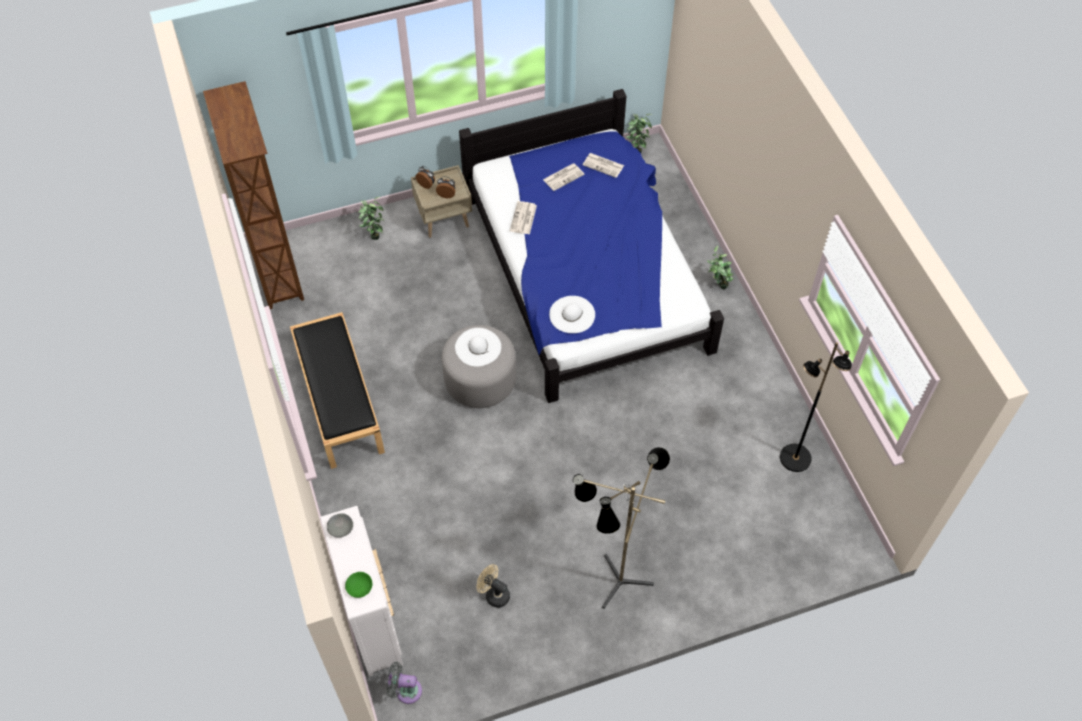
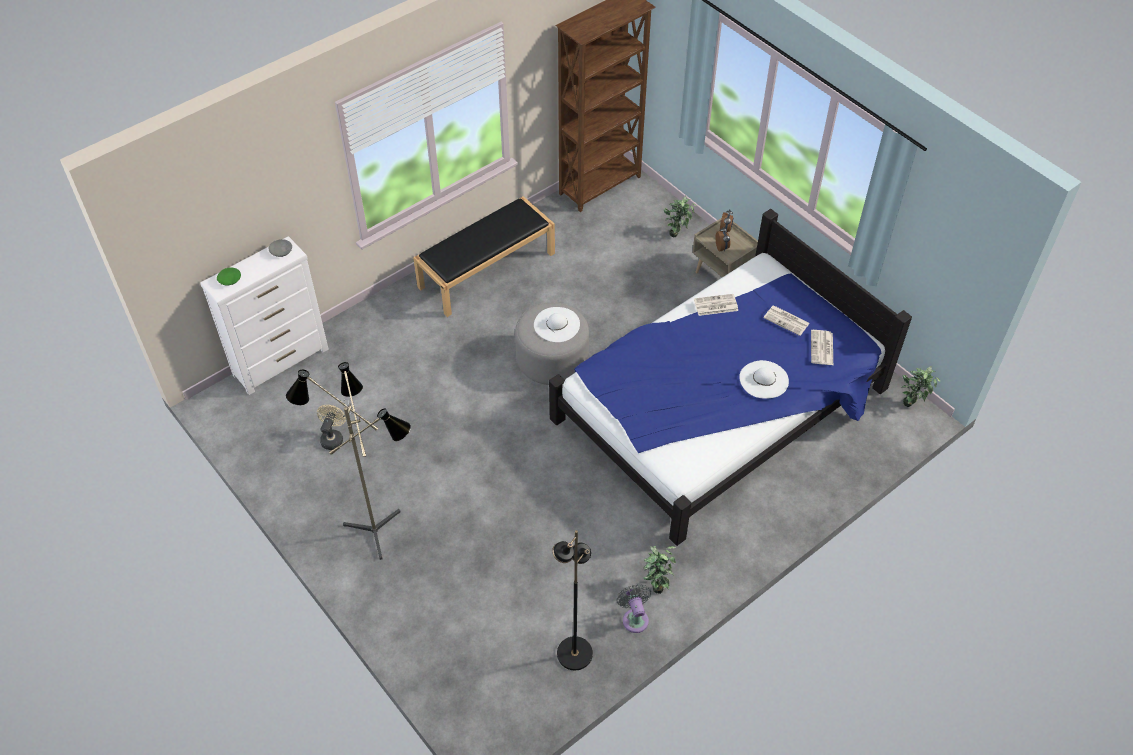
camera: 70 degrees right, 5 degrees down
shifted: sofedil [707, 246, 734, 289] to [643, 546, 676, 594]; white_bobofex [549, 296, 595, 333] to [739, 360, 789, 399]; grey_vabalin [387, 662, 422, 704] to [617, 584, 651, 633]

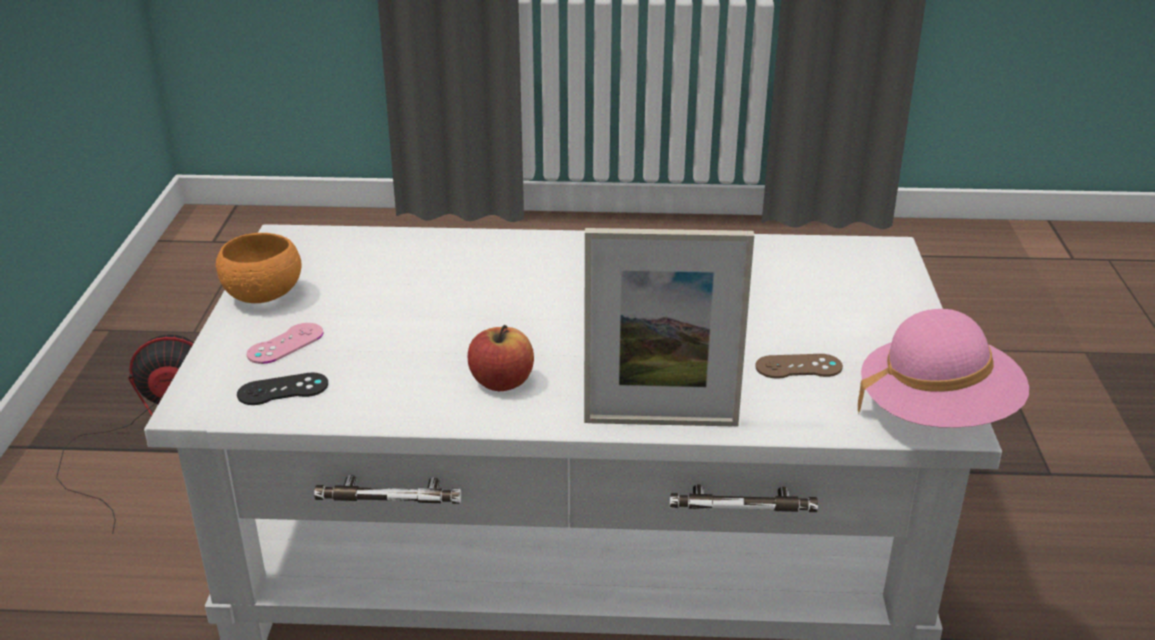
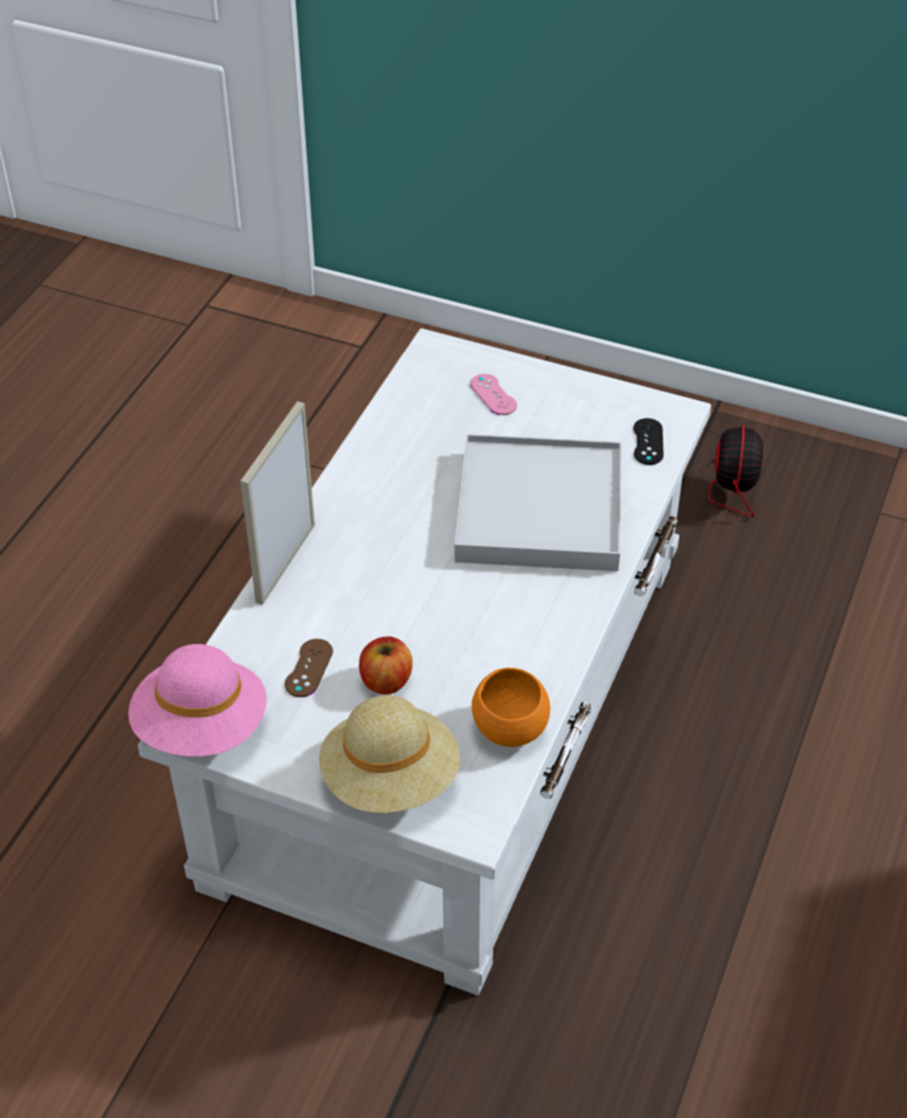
camera: 110 degrees right, 15 degrees up
new: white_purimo [455, 434, 622, 571]; beige_bobofex [319, 695, 460, 813]
shifted: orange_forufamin [216, 233, 301, 303] to [472, 668, 550, 747]; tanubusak [468, 325, 534, 391] to [359, 636, 413, 695]; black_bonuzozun [237, 372, 328, 405] to [633, 418, 664, 465]

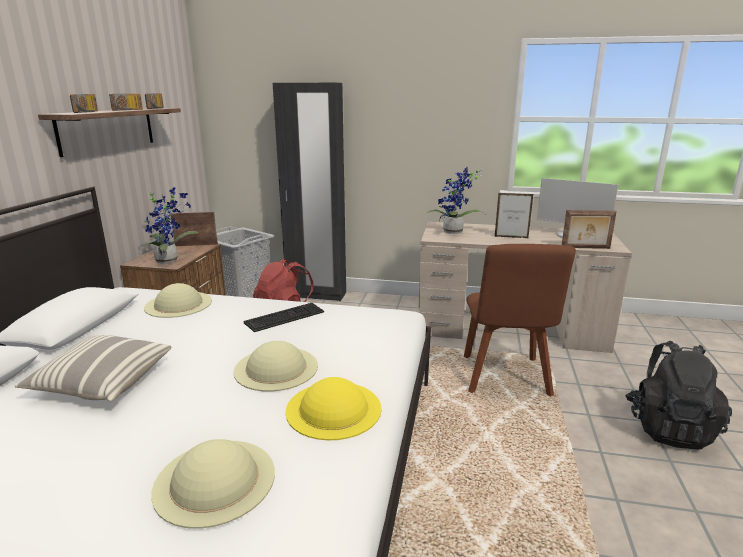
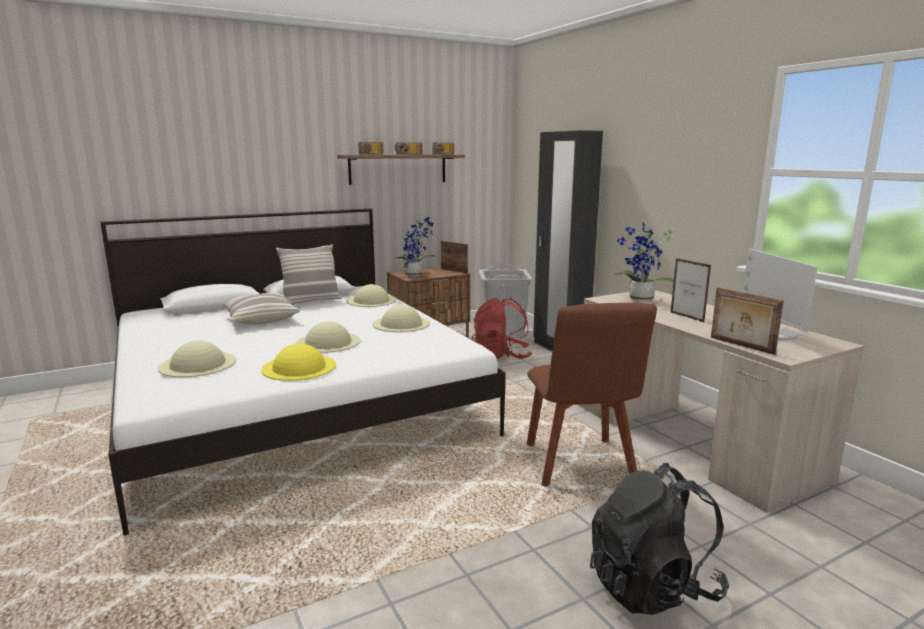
camera: 50 degrees right, 5 degrees down
new: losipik [276, 244, 342, 305]
swapped: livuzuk [243, 303, 324, 332] to beige_bobofex [372, 305, 430, 332]
rotated: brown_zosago [464, 244, 576, 397] = [527, 303, 657, 487] 60 degrees counterclockwise

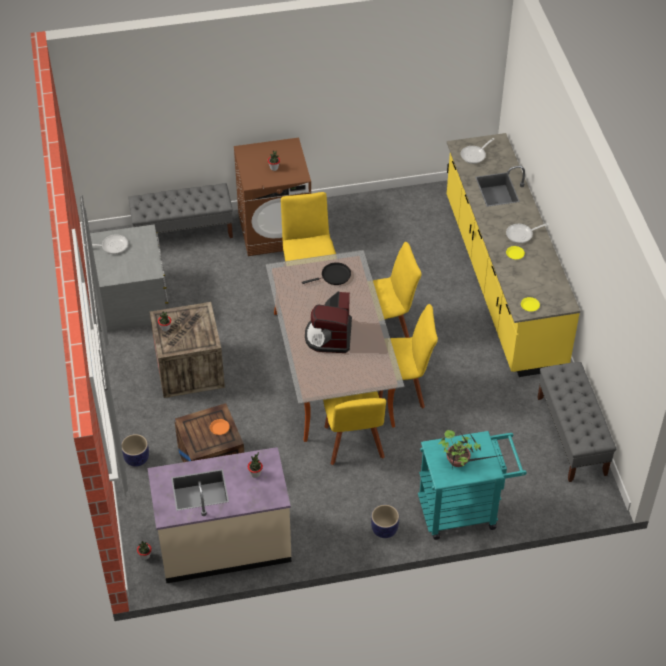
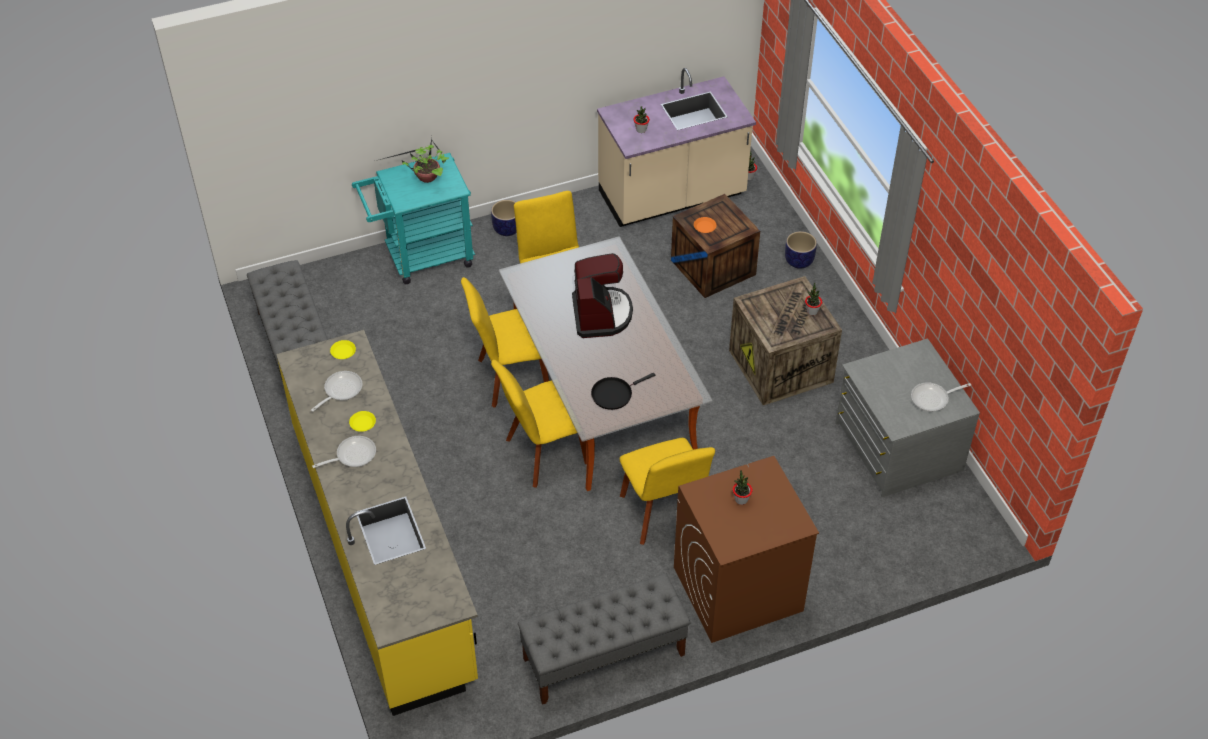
camera: 170 degrees right, 0 degrees up
shifted: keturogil [460, 138, 494, 164] to [311, 371, 363, 412]; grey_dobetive [128, 183, 233, 238] to [518, 573, 690, 705]

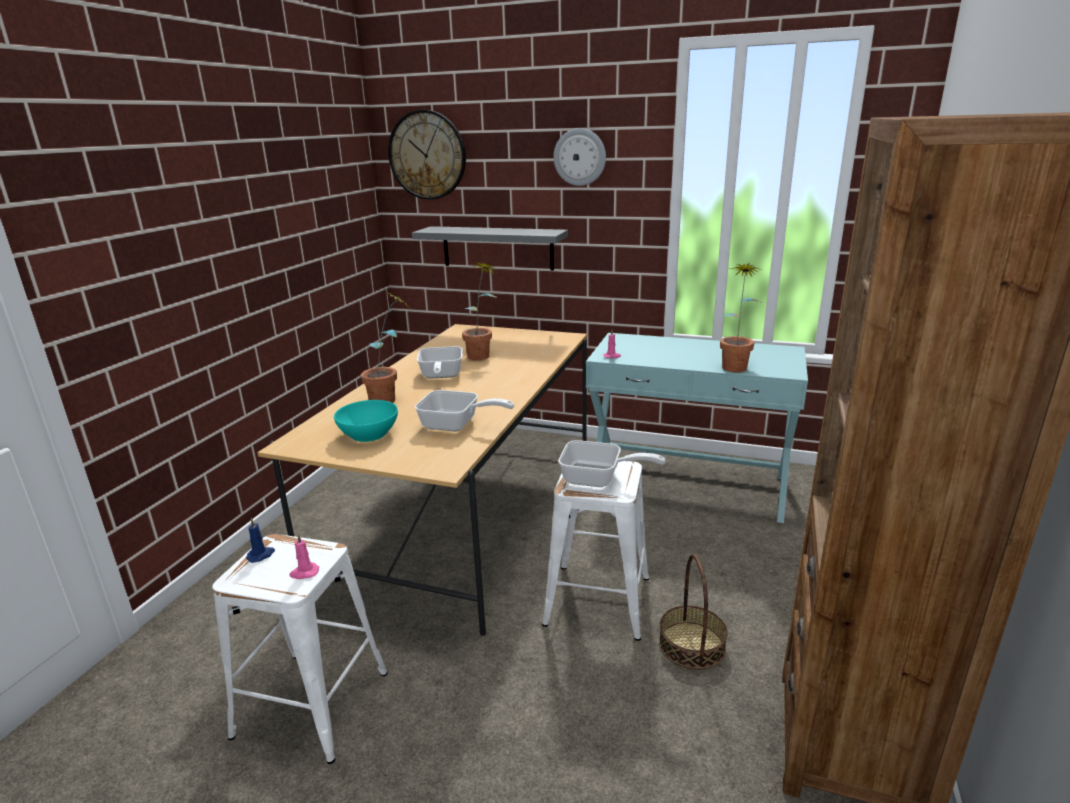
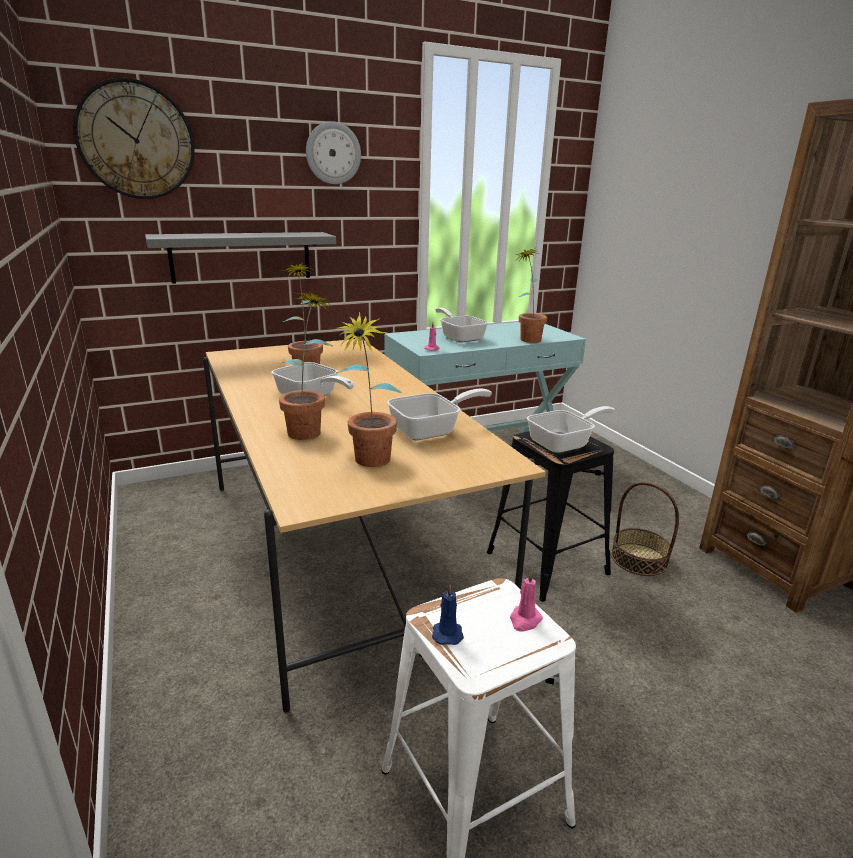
camera: 45 degrees left, 0 degrees up
new: keturogil [435, 308, 488, 343]
swapped: turquoise_forufamin [334, 400, 398, 442] to sofedil [336, 312, 402, 467]
repainted: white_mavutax [542, 461, 649, 641] to black_mavutax [487, 431, 614, 602]

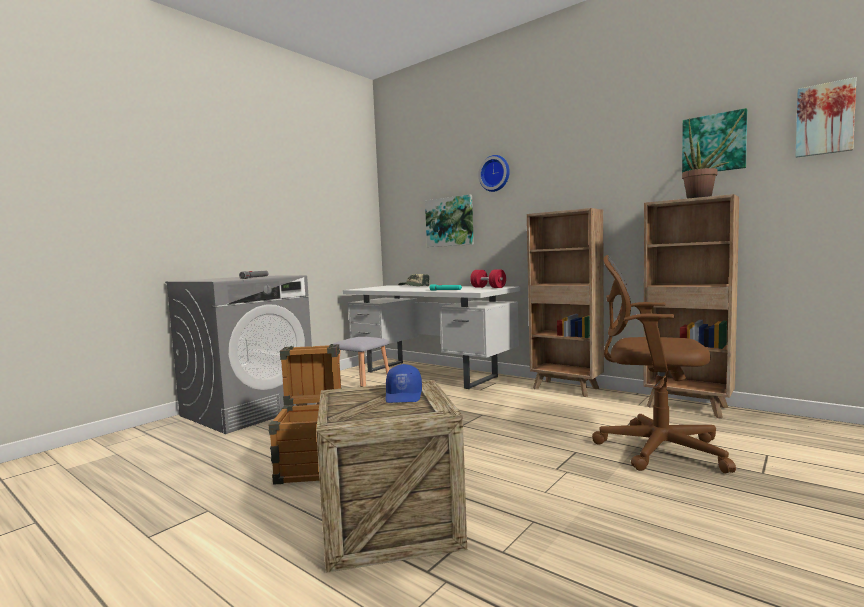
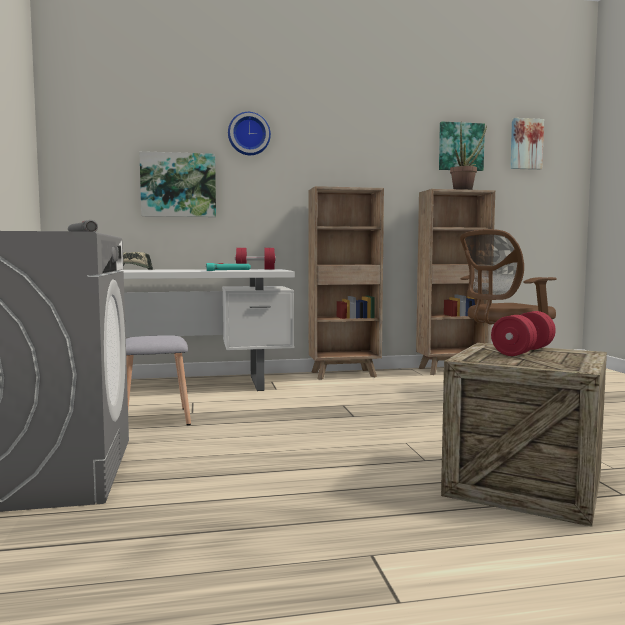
camera: 50 degrees left, 0 degrees up
gone: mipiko [269, 344, 342, 485]
swapped: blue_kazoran [385, 364, 422, 403] to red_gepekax [491, 311, 556, 356]

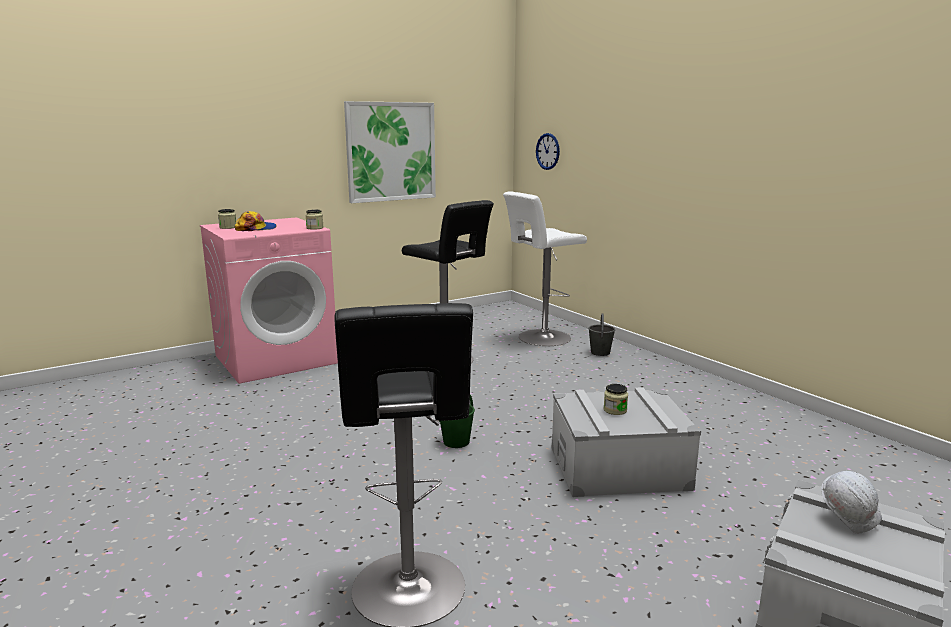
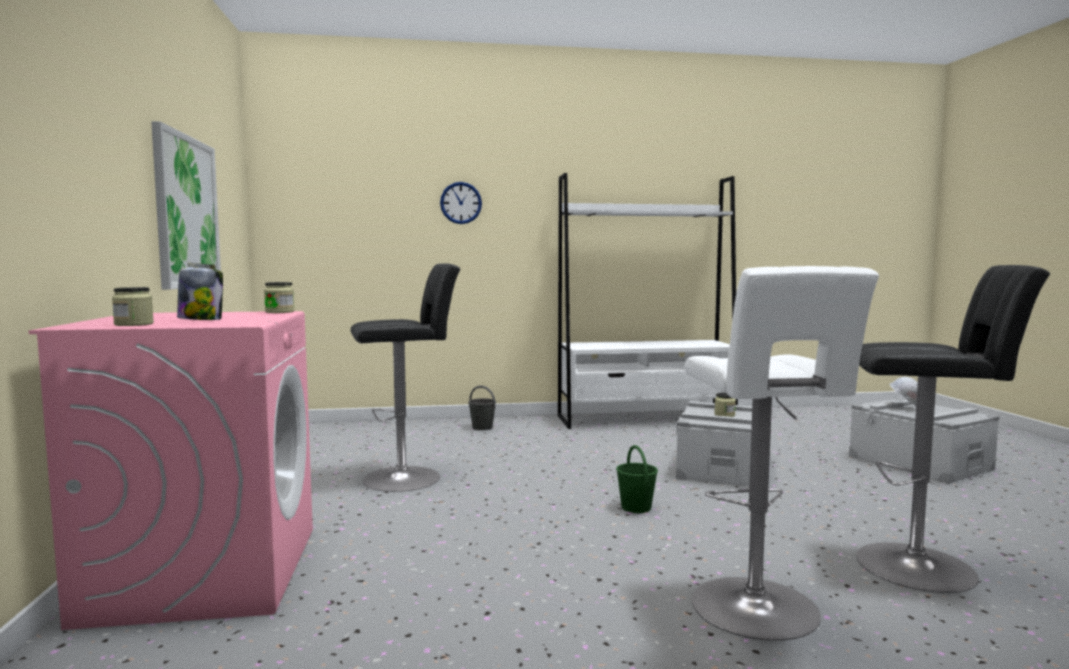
camera: 65 degrees left, 10 degrees down
new: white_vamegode [558, 173, 738, 429]
shifted: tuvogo [536, 133, 560, 170] to [440, 182, 482, 224]; white_mavutax [503, 191, 587, 346] to [685, 266, 879, 641]
swapped: kazoran [235, 211, 277, 231] to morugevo [177, 263, 223, 320]

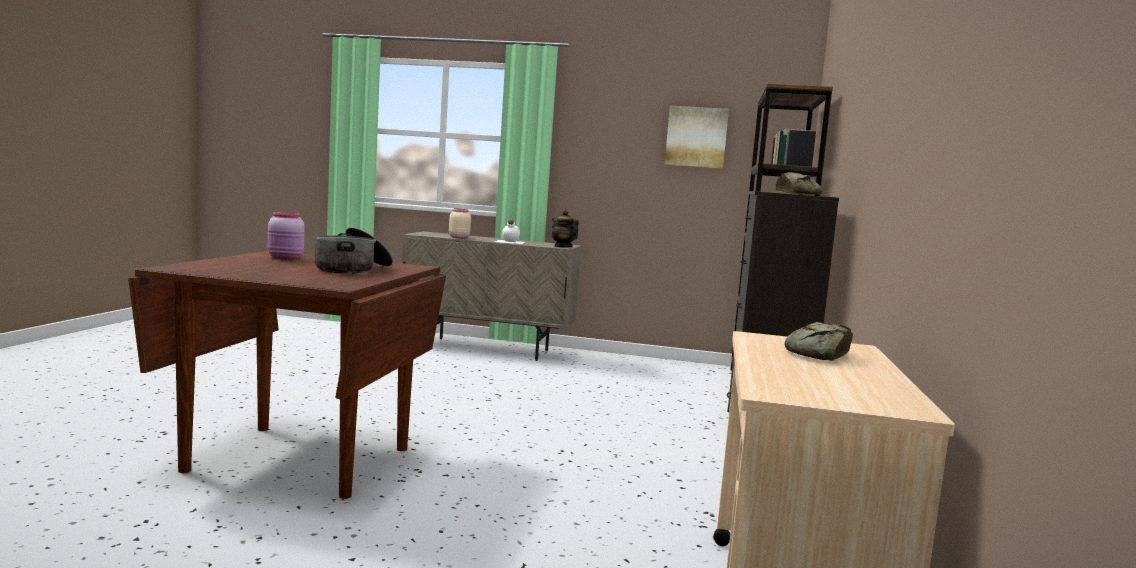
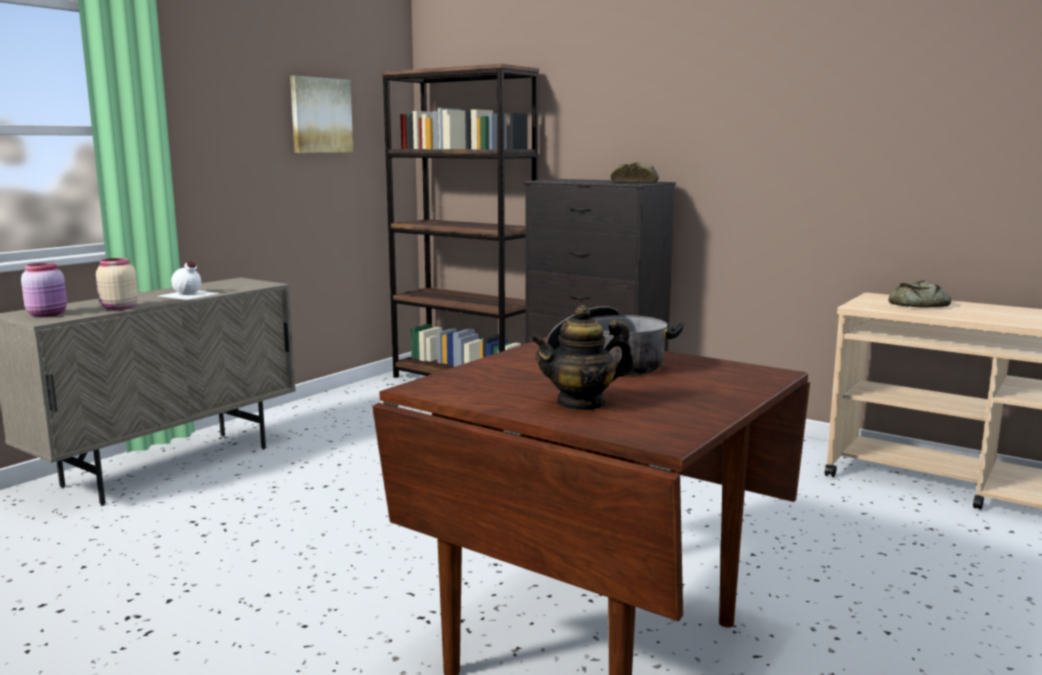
camera: 65 degrees left, 5 degrees up
shifted: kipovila [552, 210, 579, 248] to [530, 305, 634, 411]; pink_morugevo [268, 211, 304, 260] to [21, 263, 67, 317]

